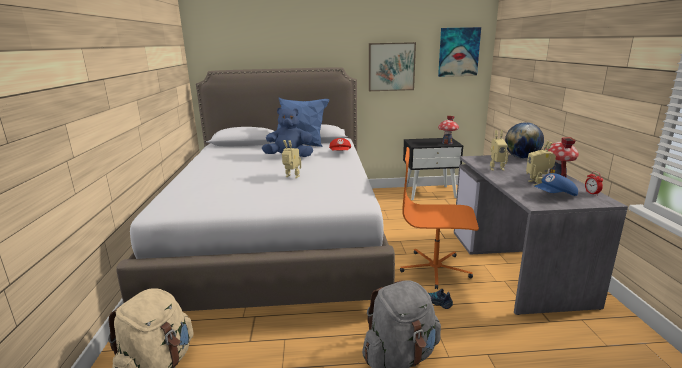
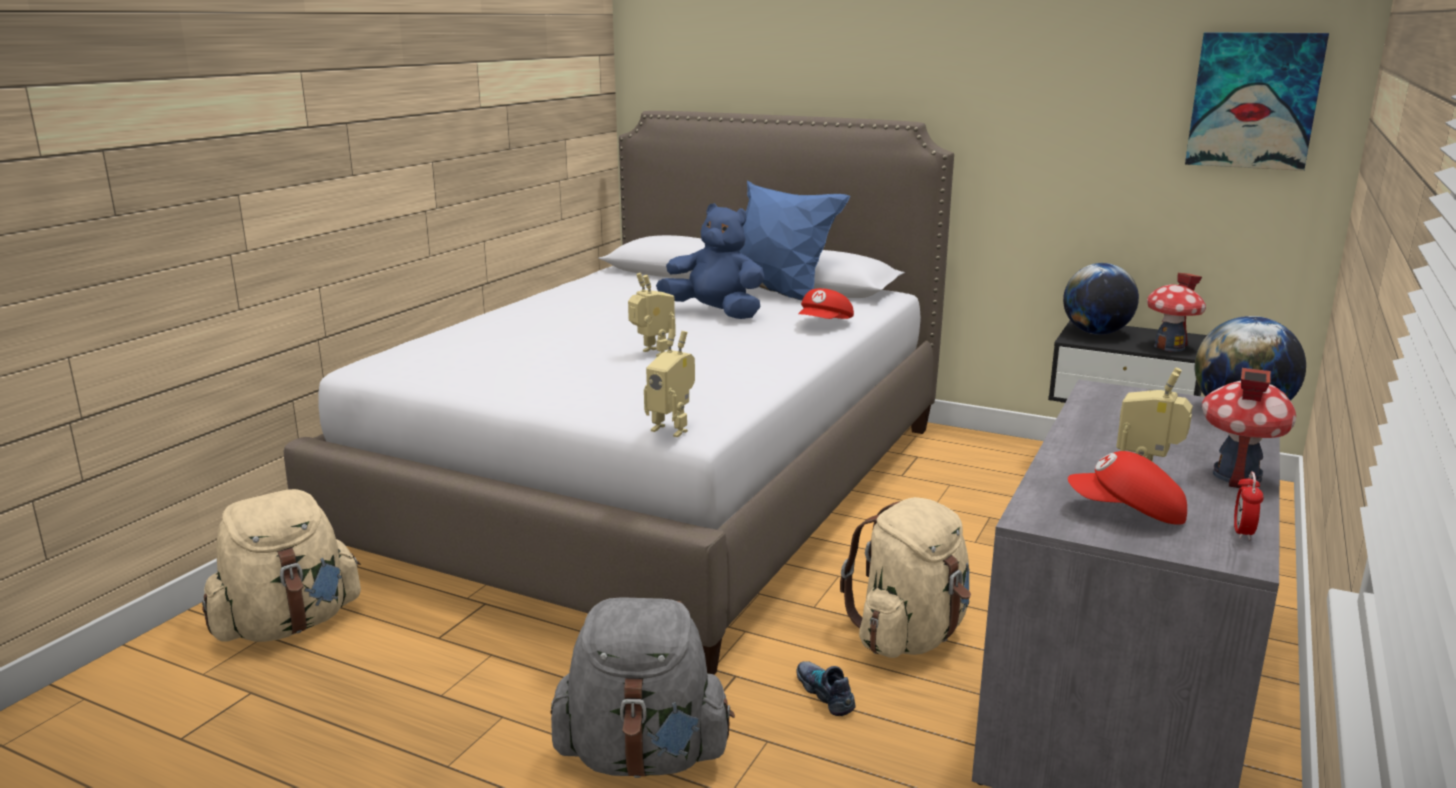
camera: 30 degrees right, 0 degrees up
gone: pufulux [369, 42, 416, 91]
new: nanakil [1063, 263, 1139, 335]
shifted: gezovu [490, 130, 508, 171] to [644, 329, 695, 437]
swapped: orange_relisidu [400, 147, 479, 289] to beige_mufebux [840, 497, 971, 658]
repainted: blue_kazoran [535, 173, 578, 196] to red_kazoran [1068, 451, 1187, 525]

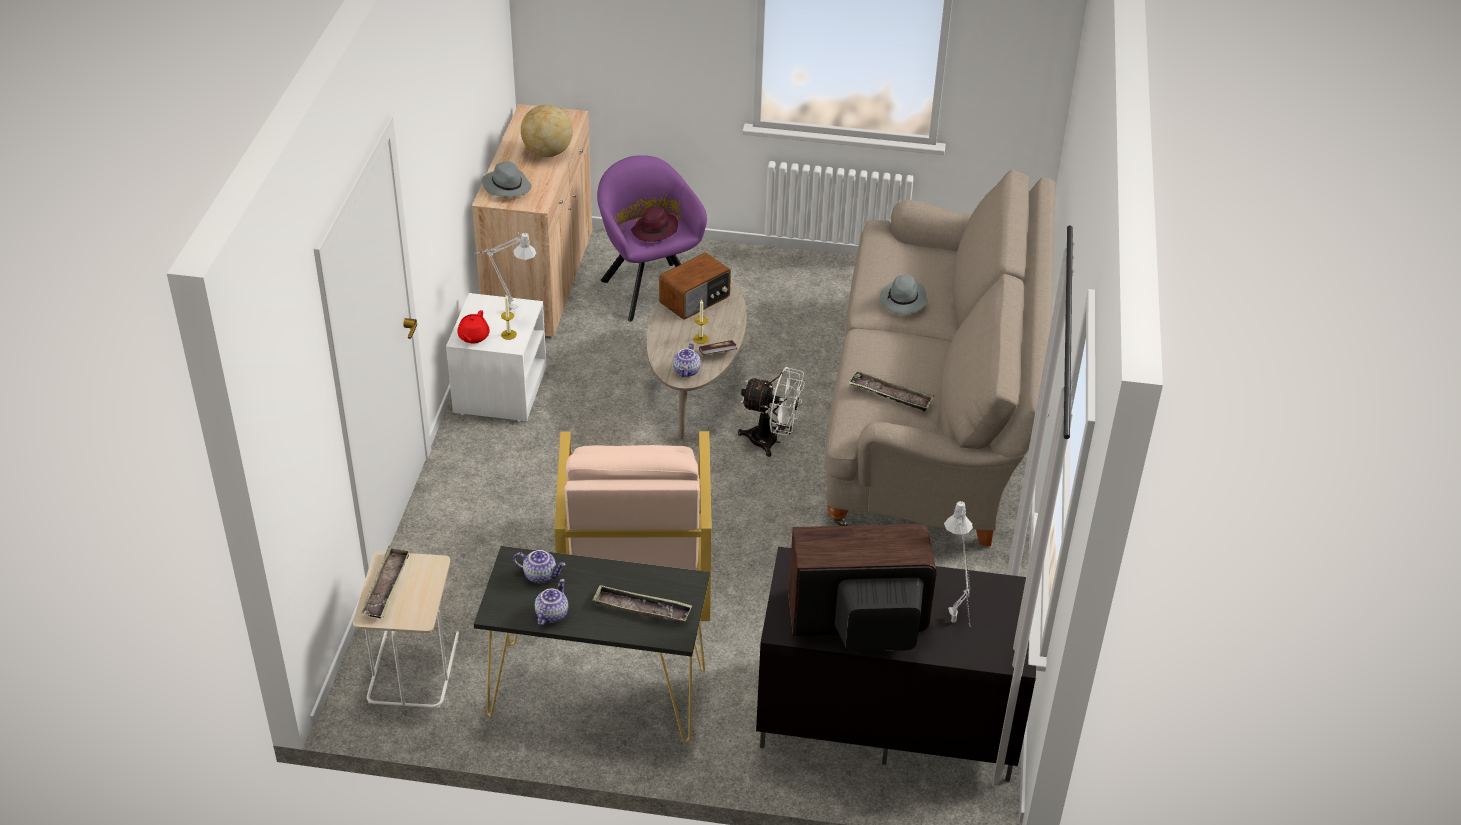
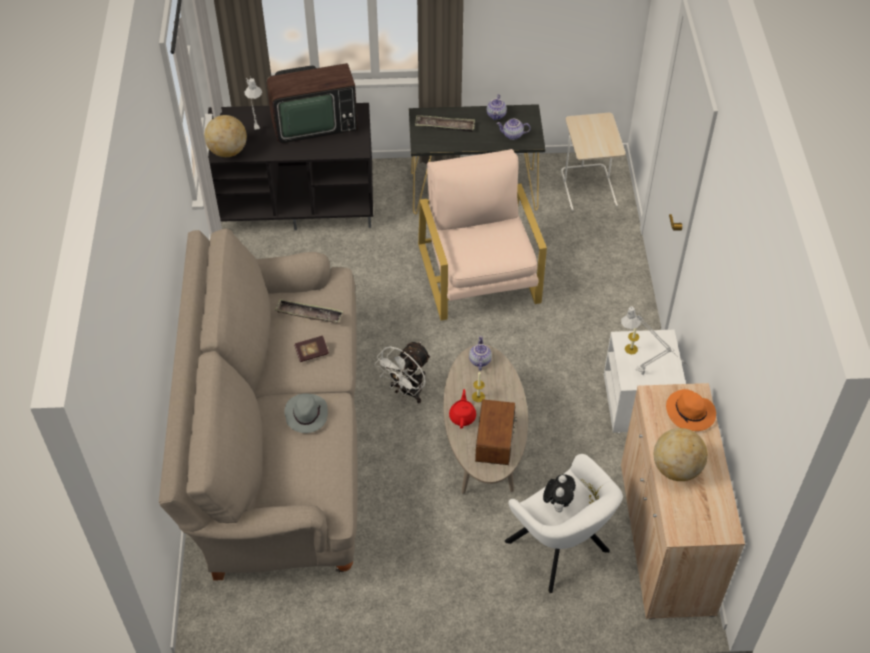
camera: 170 degrees right, 10 degrees up
gone: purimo [361, 546, 410, 618]
new: nanakil [204, 115, 247, 157]
shifted: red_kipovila [458, 310, 490, 343] to [449, 389, 476, 429]; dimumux [699, 340, 737, 355] to [294, 336, 329, 362]
swapped: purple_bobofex [631, 206, 678, 242] to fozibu [543, 474, 576, 512]
repainted: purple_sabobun [597, 155, 707, 322] to white_sabobun [505, 454, 623, 593]; grey_bobofex [482, 162, 531, 197] to orange_bobofex [666, 389, 716, 431]
rotated: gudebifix [659, 253, 731, 320] = [475, 399, 517, 465] 150 degrees clockwise; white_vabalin [738, 367, 805, 457] = [375, 342, 431, 403] 60 degrees counterclockwise

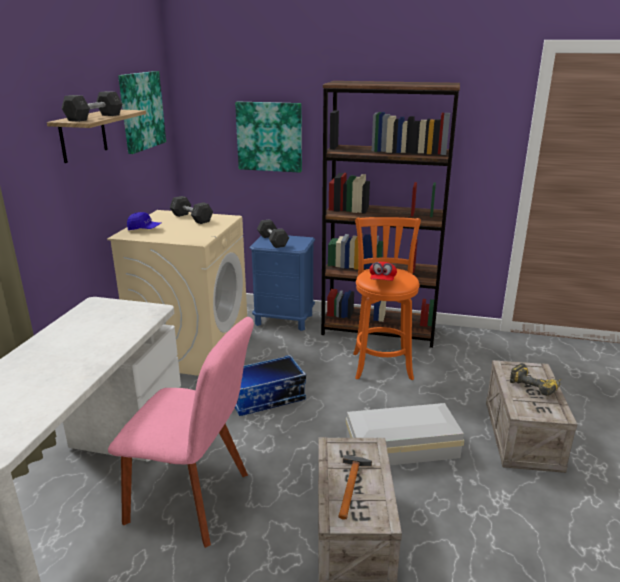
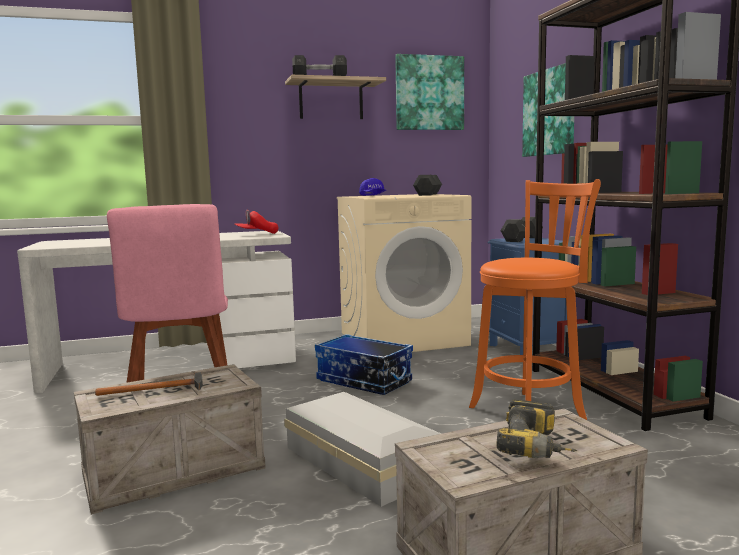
camera: 60 degrees right, 15 degrees down
shifted: red_kazoran [369, 262, 397, 281] to [235, 210, 278, 234]

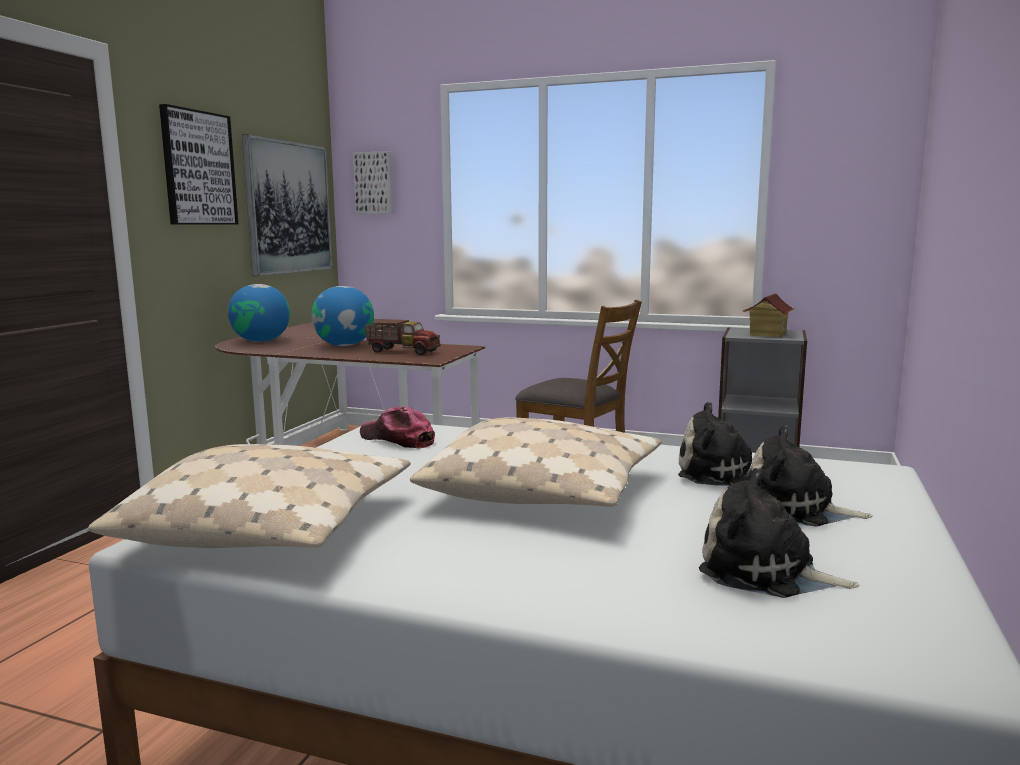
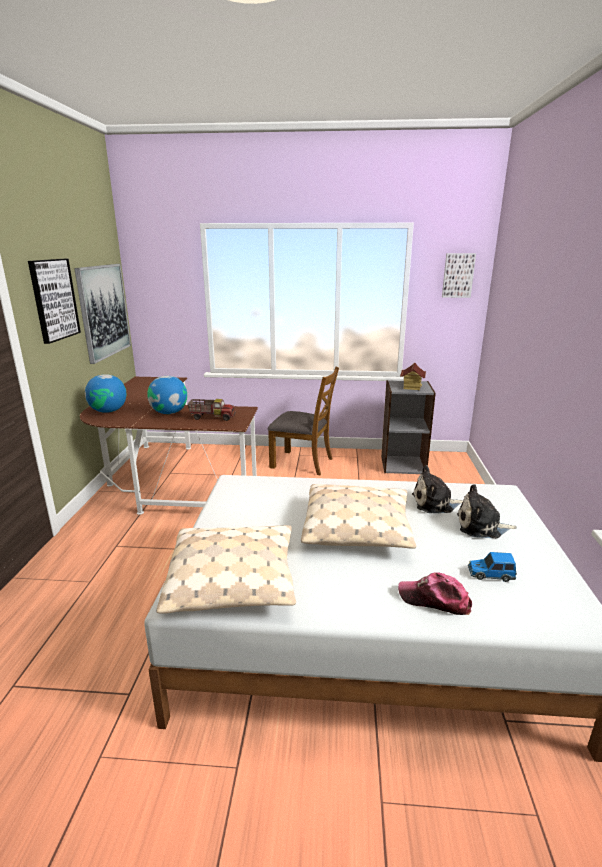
camera: 15 degrees left, 10 degrees up
shifted: pufulux [353, 151, 393, 214] to [442, 253, 476, 298]; kazoran [360, 407, 435, 448] to [398, 572, 472, 615]
swapped: fozibu [699, 468, 859, 598] to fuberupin [468, 552, 517, 582]

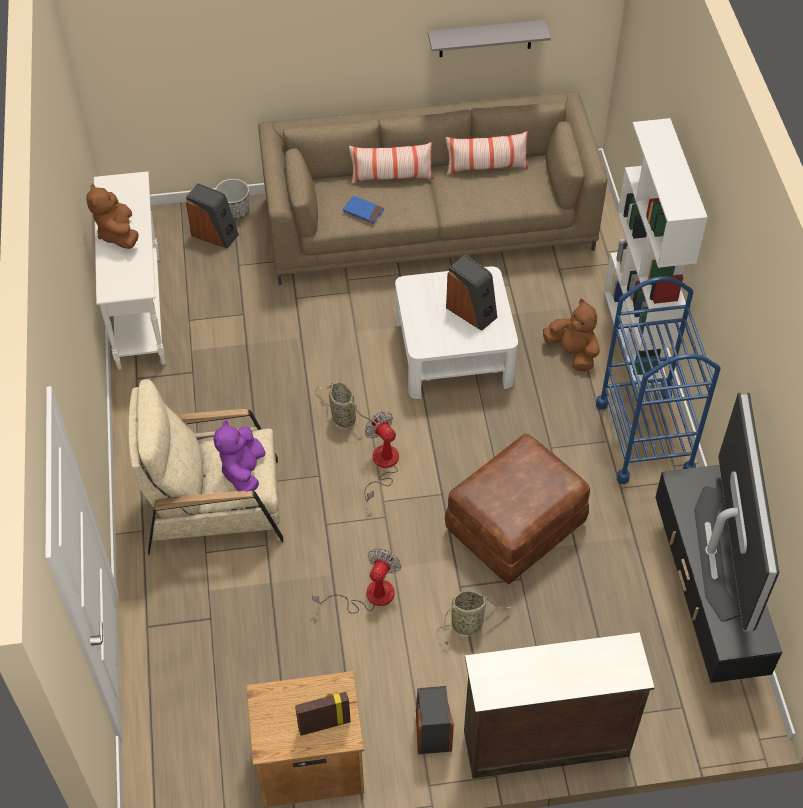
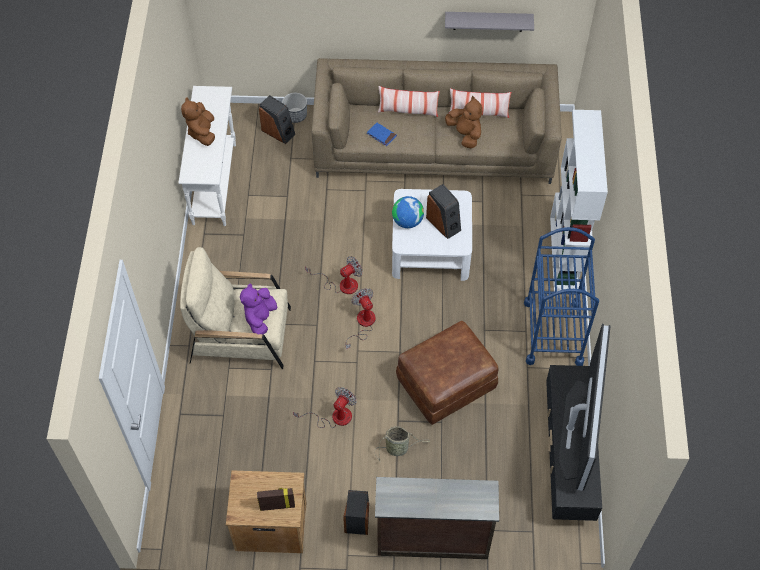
camera: 10 degrees right, 5 degrees up
new: nanakil [392, 196, 424, 228]
shifted: brown_fozibu [543, 299, 600, 371] to [445, 96, 482, 148]
swapped: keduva [315, 382, 372, 436] to vabalin [305, 256, 362, 294]

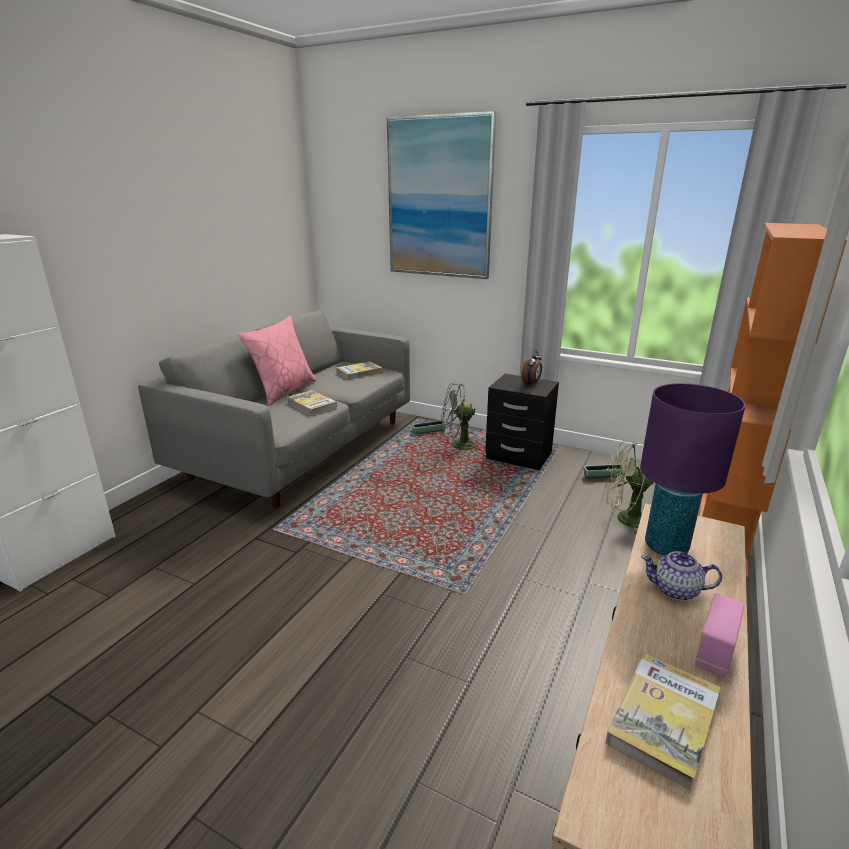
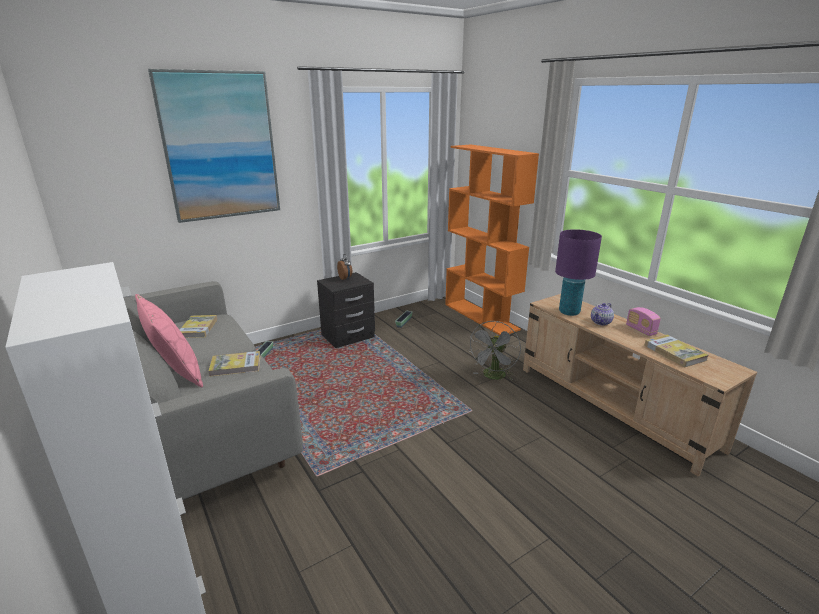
camera: 60 degrees left, 0 degrees up
gone: green_vabalin [605, 441, 654, 534]
shifted: grey_vabalin [441, 383, 481, 454] to [468, 321, 521, 380]

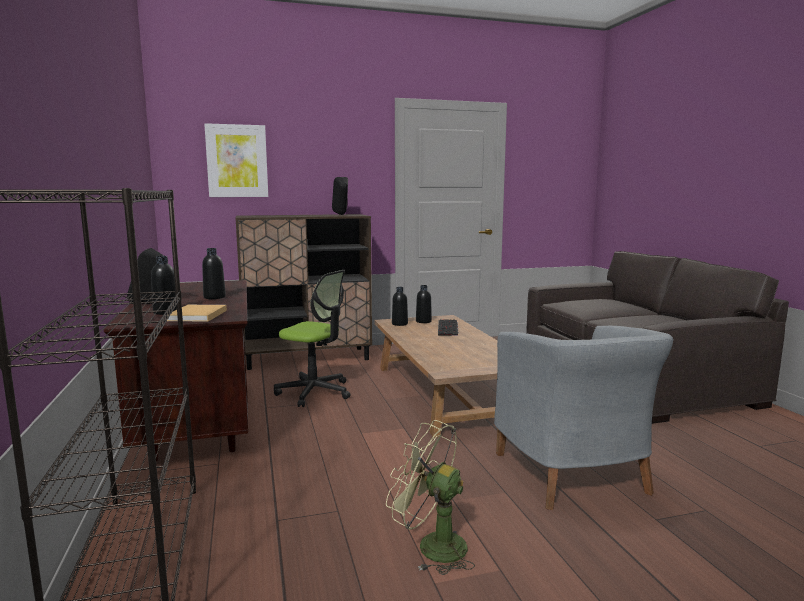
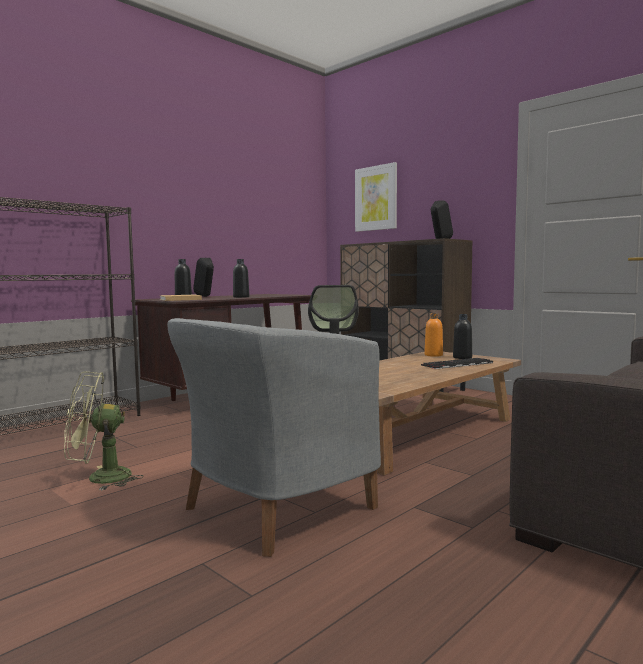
camera: 60 degrees right, 5 degrees down
repainted: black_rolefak [392, 287, 408, 326] to orange_rolefak [425, 313, 443, 357]
rotated: green_vabalin [386, 420, 475, 575] = [64, 372, 143, 491] 105 degrees counterclockwise

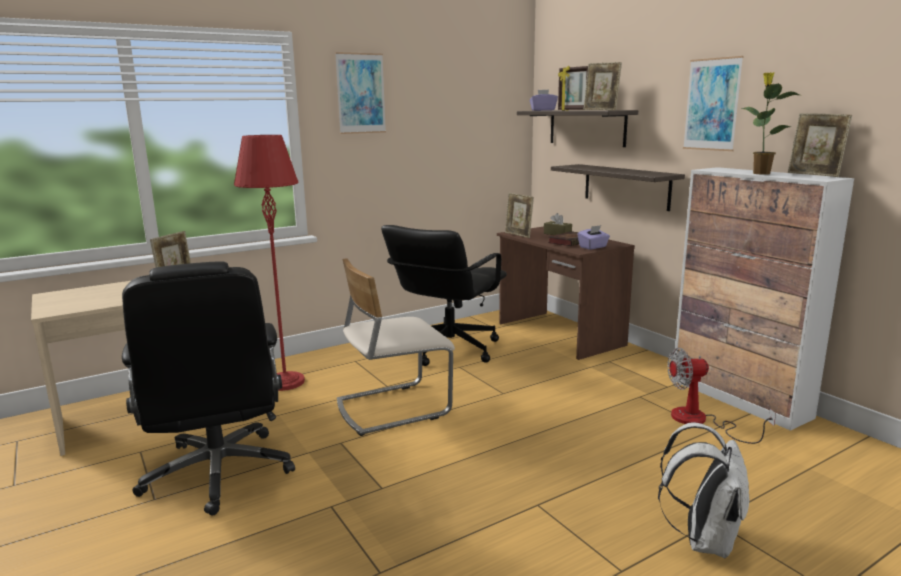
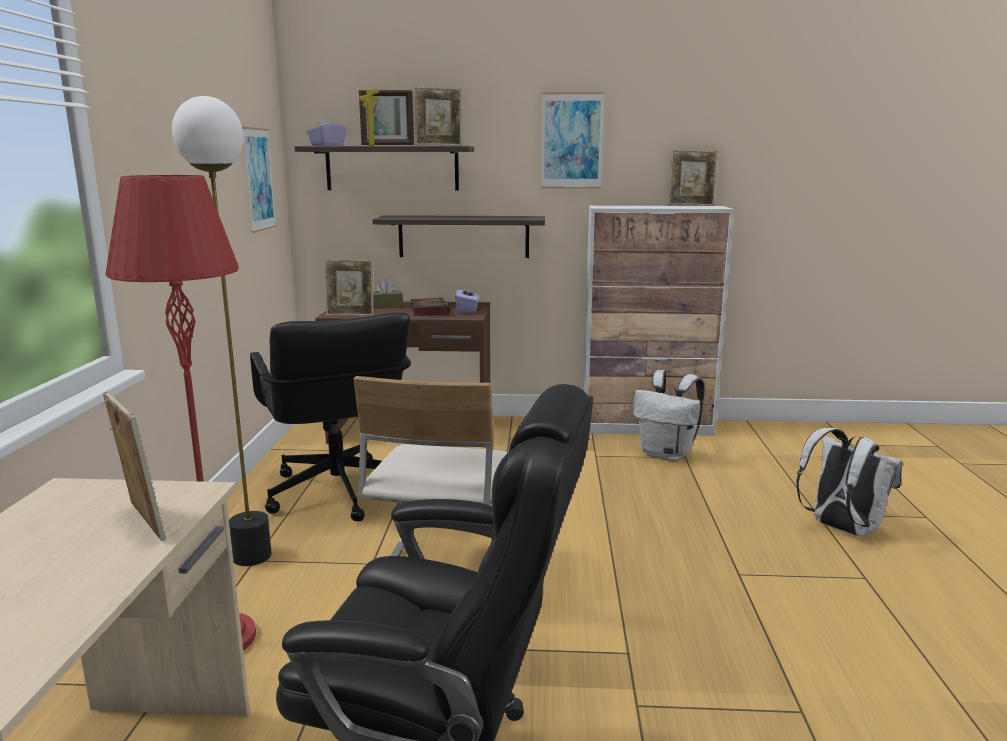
camera: 55 degrees left, 0 degrees up
gone: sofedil [740, 72, 800, 175]
new: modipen [172, 96, 272, 566]
shifted: pufulux [335, 52, 386, 134] to [242, 127, 277, 233]
swapped: vabalin [667, 348, 776, 444] to white_mufebux [633, 370, 705, 461]

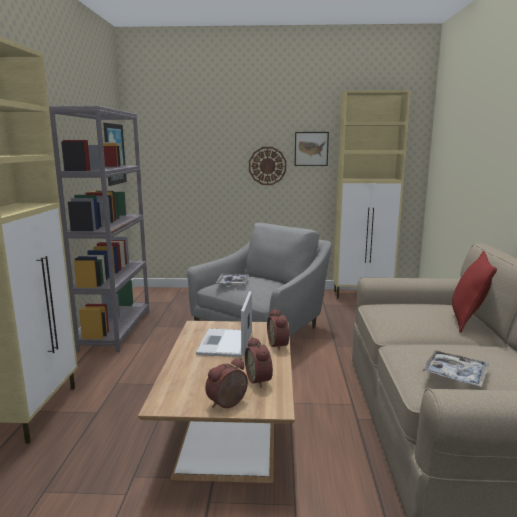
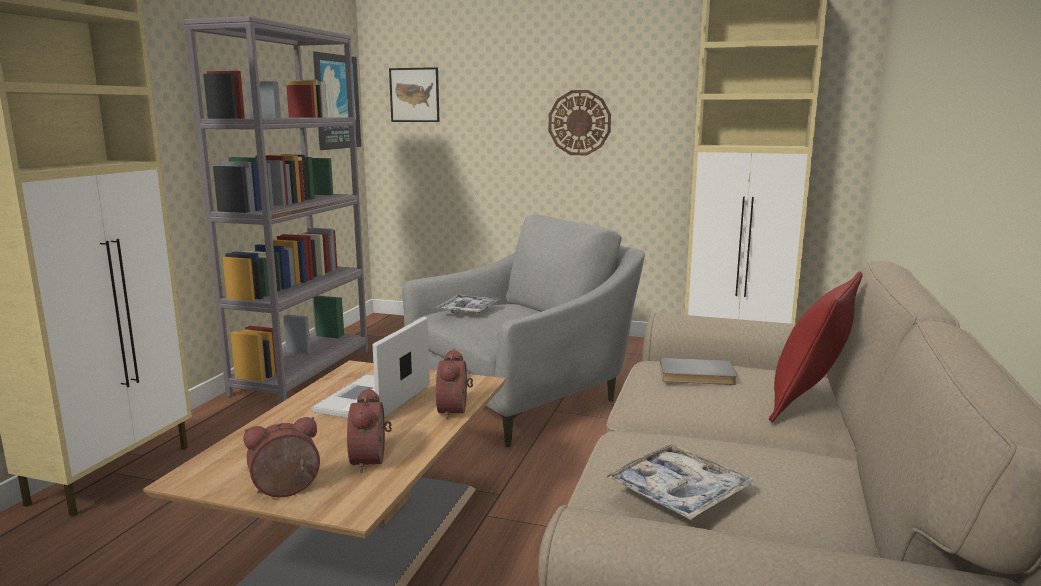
camera: 15 degrees right, 0 degrees up
new: grey_dimumux [660, 358, 737, 385]
shifted: pufulux [294, 132, 329, 166] to [389, 67, 440, 122]

